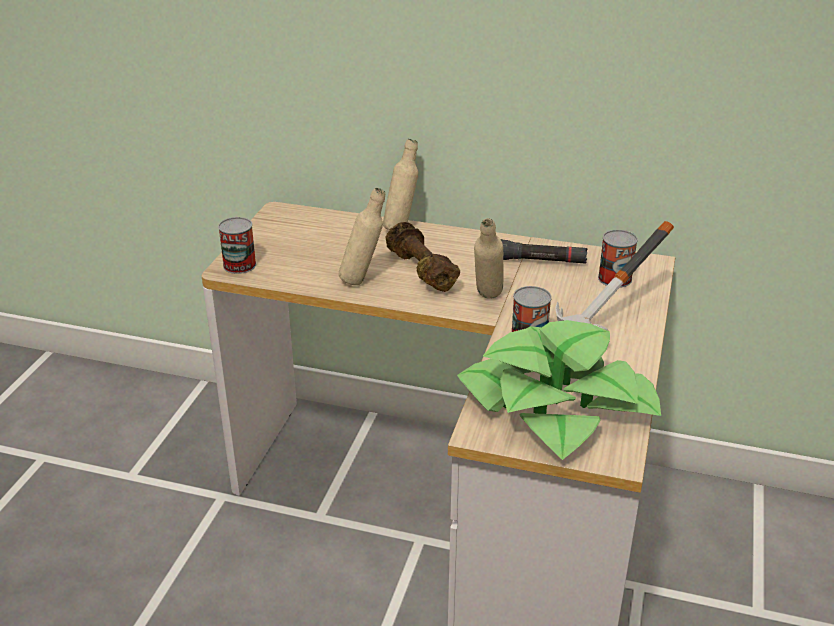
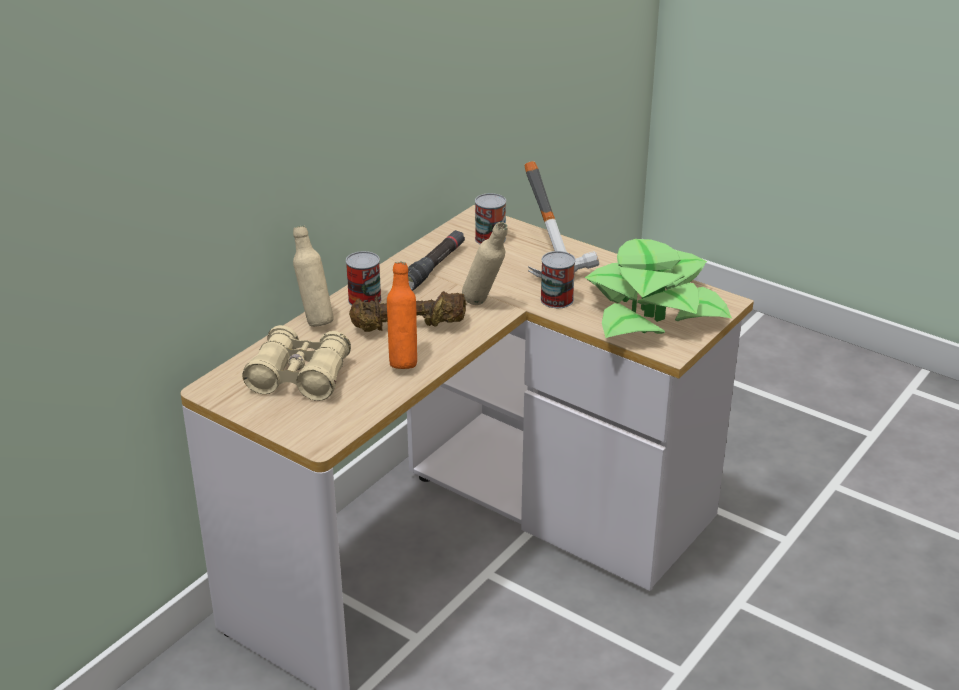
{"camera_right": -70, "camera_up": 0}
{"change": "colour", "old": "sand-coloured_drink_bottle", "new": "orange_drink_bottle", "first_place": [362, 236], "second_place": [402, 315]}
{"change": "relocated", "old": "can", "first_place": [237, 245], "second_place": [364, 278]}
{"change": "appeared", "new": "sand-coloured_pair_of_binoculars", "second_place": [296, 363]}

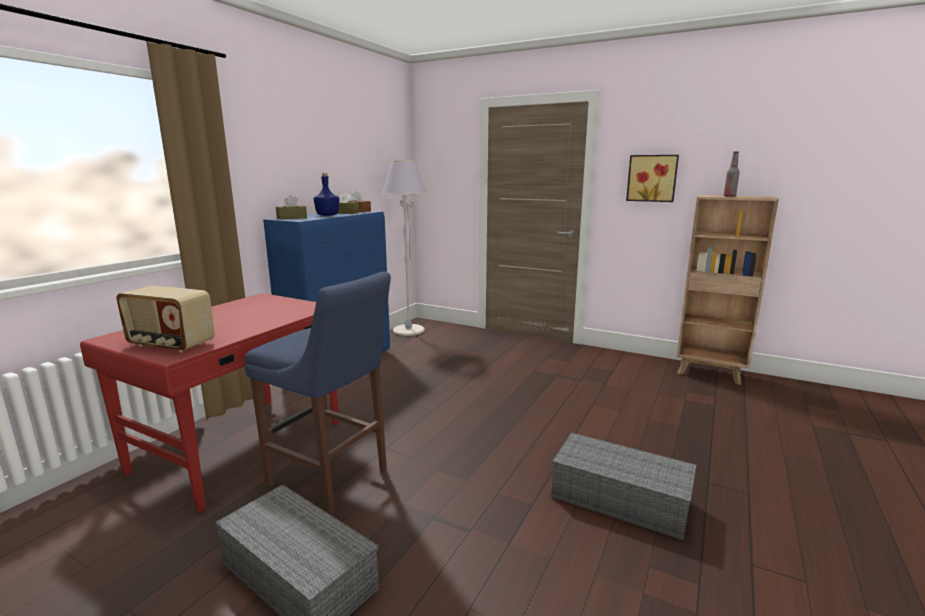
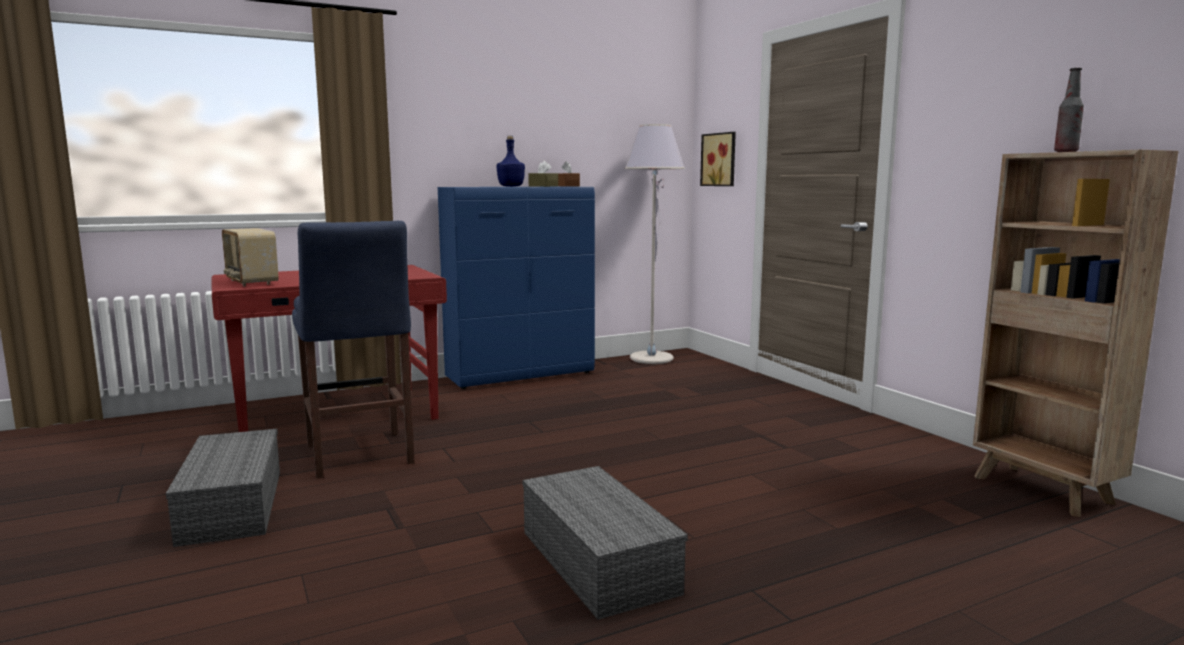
{"camera_right": 35, "camera_up": -5}
{"change": "relocated", "old": "wall_art", "first_place": [652, 178], "second_place": [718, 159]}
{"change": "missing", "old": "brownish_tissue_box", "first_place": [291, 207]}

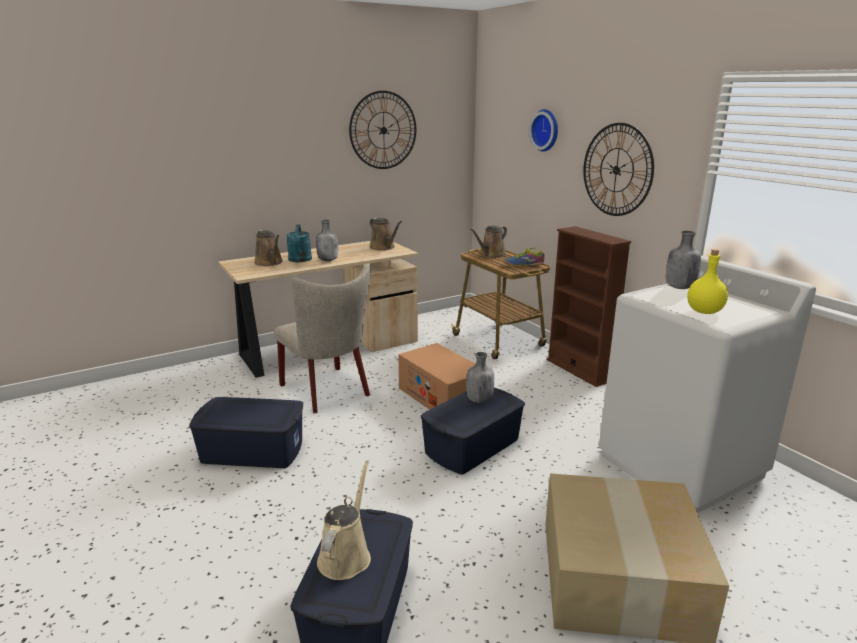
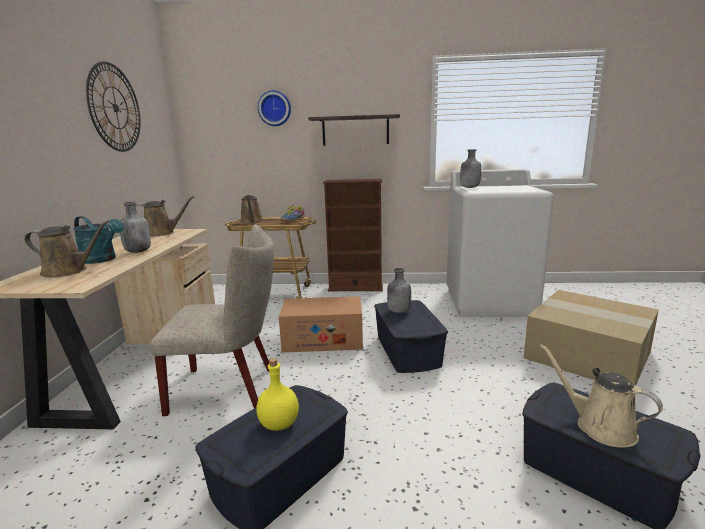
{"camera_right": -55, "camera_up": -5}
{"change": "exchanged", "old": "hanging_clock", "new": "wall_shelf", "first_place": [618, 169], "second_place": [354, 130]}
{"change": "relocated", "old": "yellow_drink_bottle", "first_place": [707, 281], "second_place": [277, 394]}

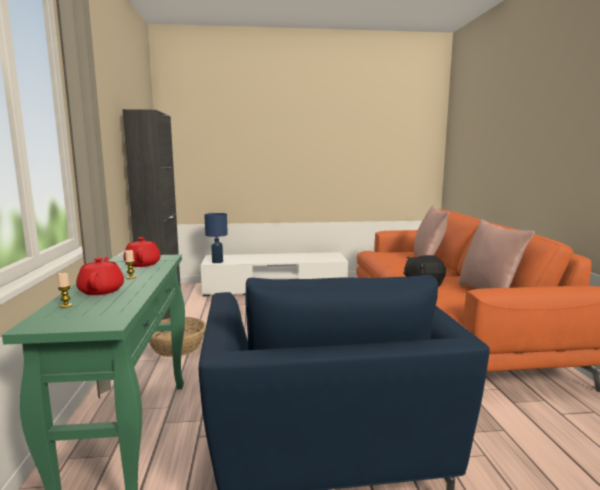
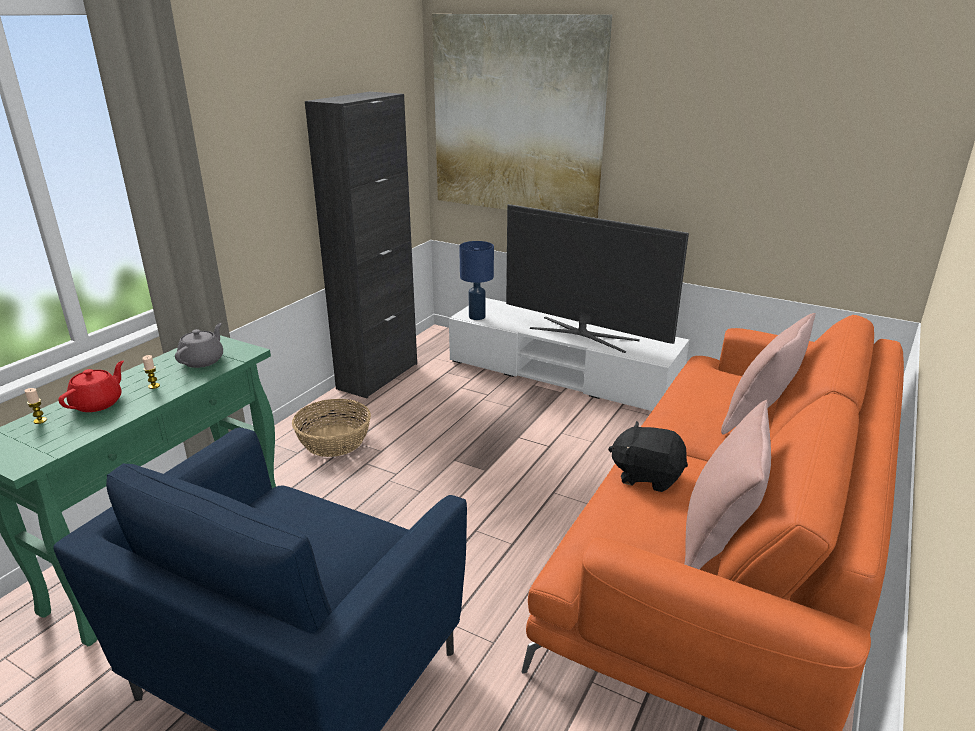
{"camera_right": 35, "camera_up": 15}
{"change": "colour", "old": "red_tea_pot", "new": "greyish_tea_pot", "first_place": [142, 252], "second_place": [199, 345]}
{"change": "appeared", "new": "wall_art", "second_place": [522, 116]}
{"change": "appeared", "new": "TV", "second_place": [597, 278]}

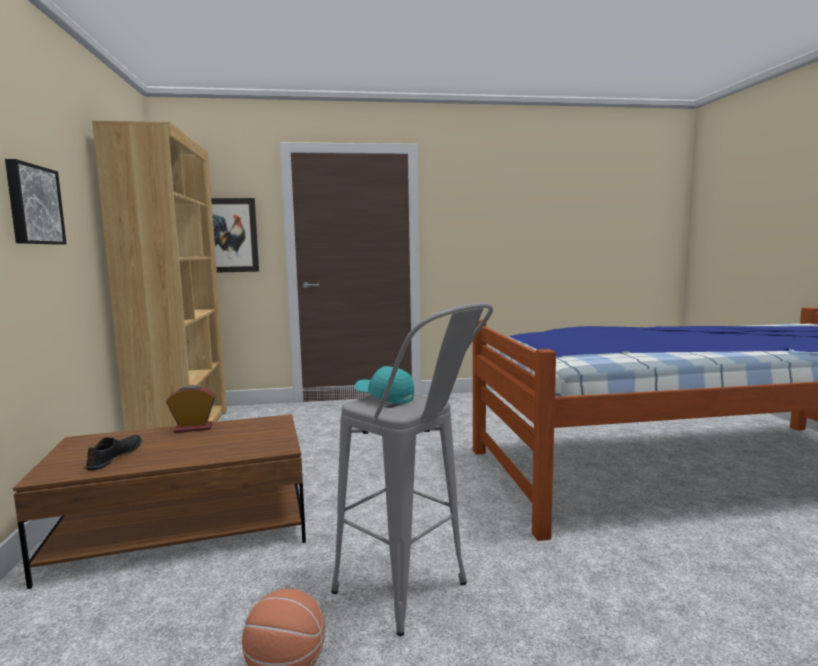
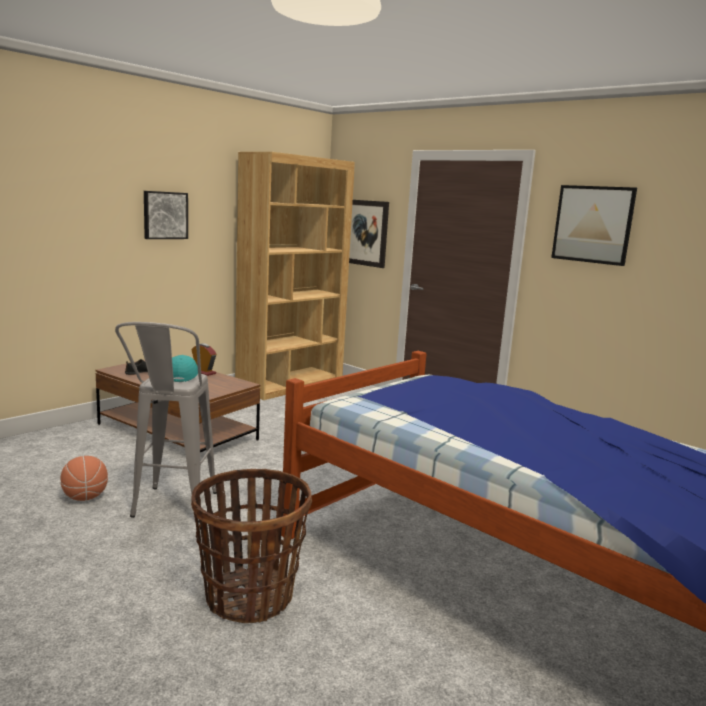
{"camera_right": 50, "camera_up": 5}
{"change": "appeared", "new": "wall_art", "second_place": [594, 225]}
{"change": "appeared", "new": "basket", "second_place": [251, 546]}

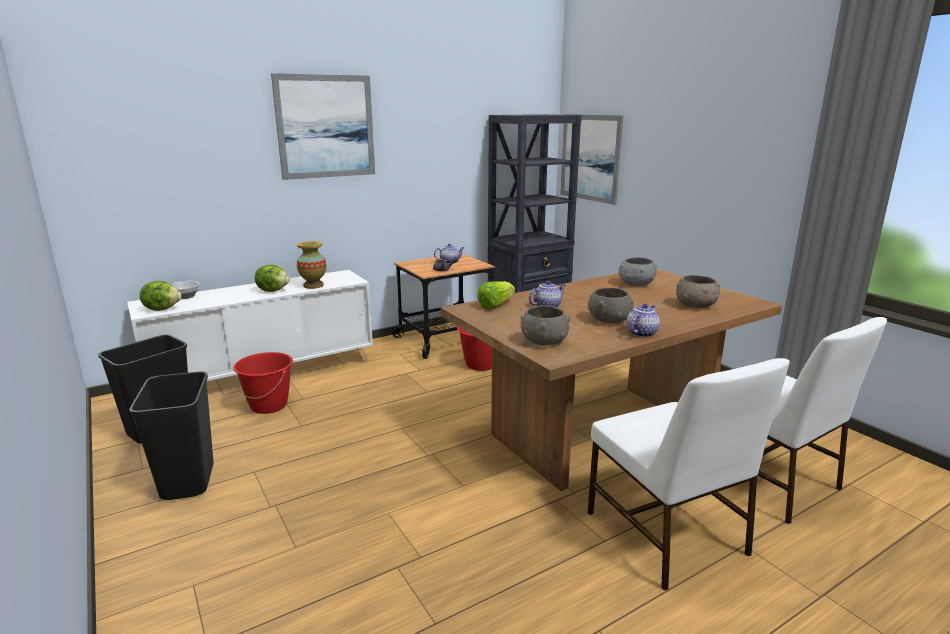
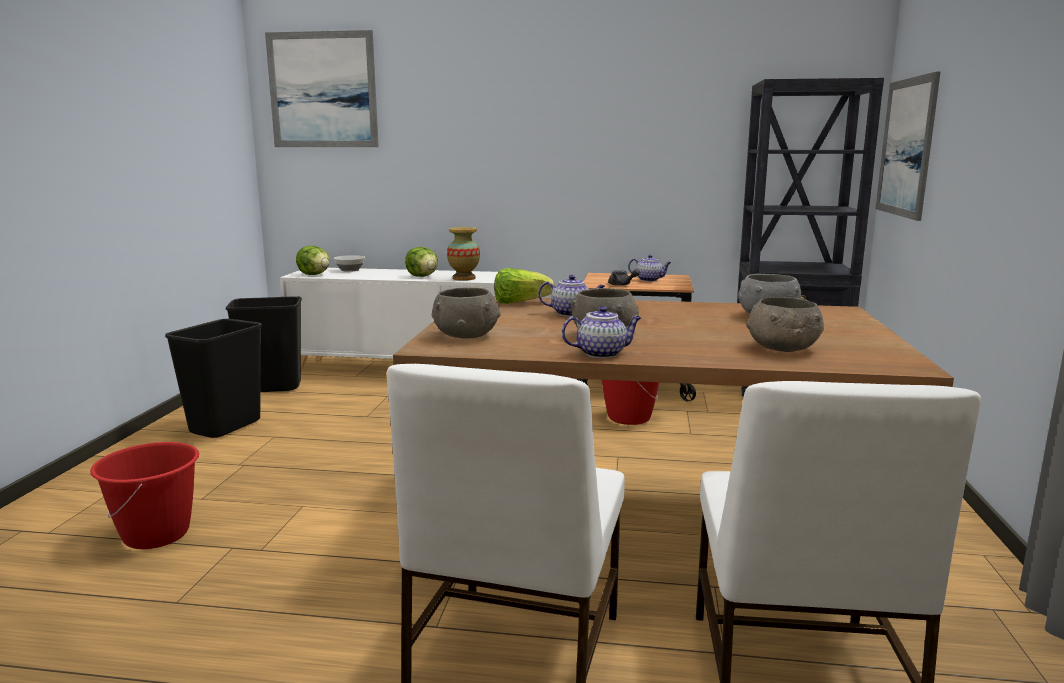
{"camera_right": 40, "camera_up": -5}
{"change": "relocated", "old": "wall_art", "first_place": [323, 126], "second_place": [322, 88]}
{"change": "relocated", "old": "red_bucket", "first_place": [263, 383], "second_place": [144, 495]}

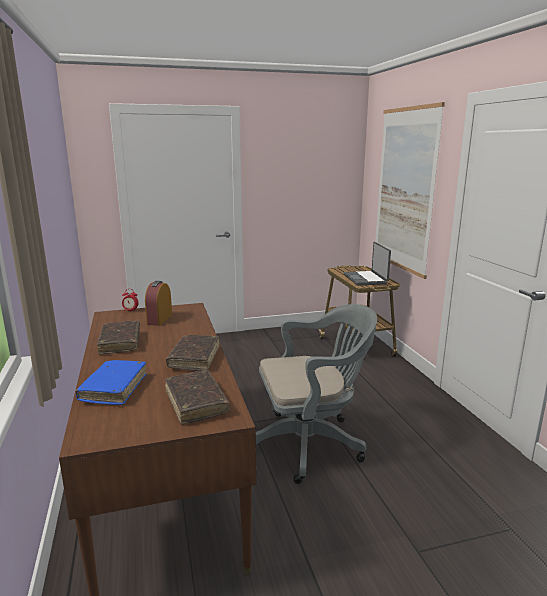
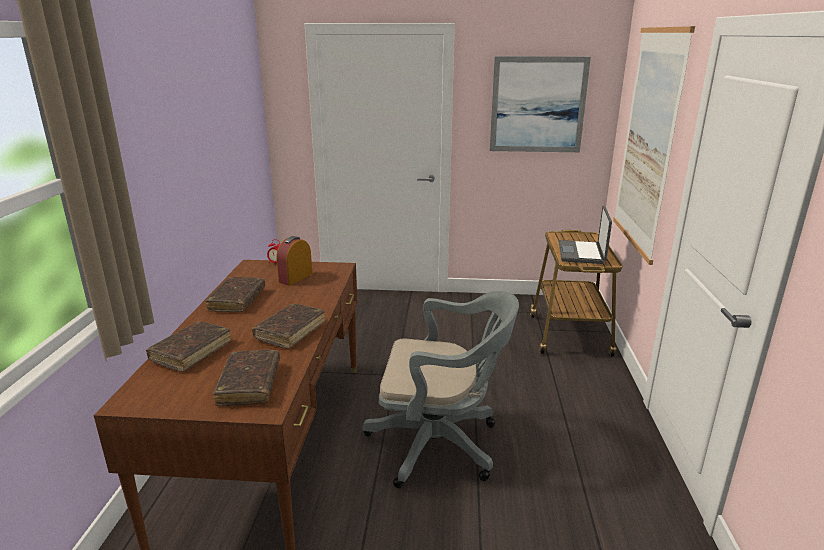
{"camera_right": 20, "camera_up": 5}
{"change": "colour", "old": "blue_book", "new": "brownish_book", "first_place": [111, 382], "second_place": [188, 347]}
{"change": "appeared", "new": "wall_art", "second_place": [540, 104]}

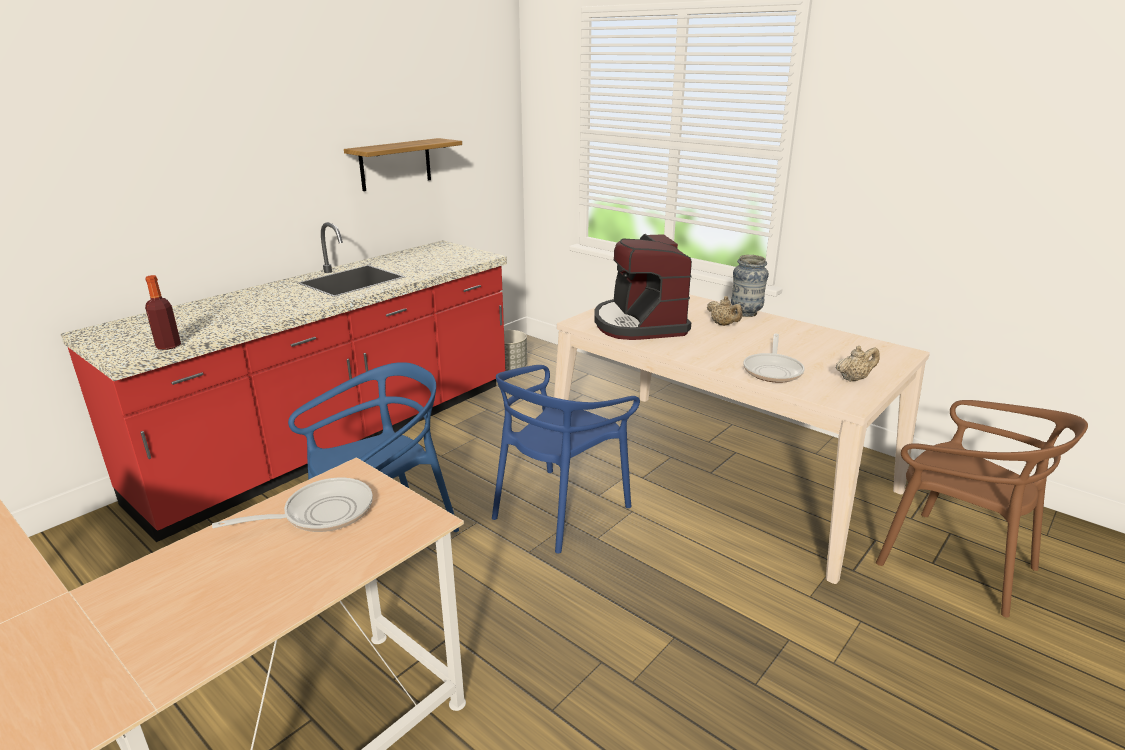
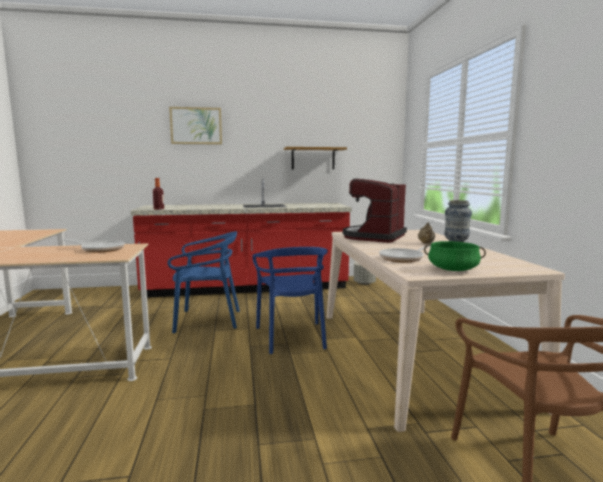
{"camera_right": 40, "camera_up": -15}
{"change": "exchanged", "old": "sand-coloured_tea_pot", "new": "green_saucepot", "first_place": [858, 364], "second_place": [455, 256]}
{"change": "spun", "old": "blue_plain_chair", "first_place": [566, 459], "second_place": [290, 300], "degrees": -90}
{"change": "appeared", "new": "wall_art", "second_place": [195, 126]}

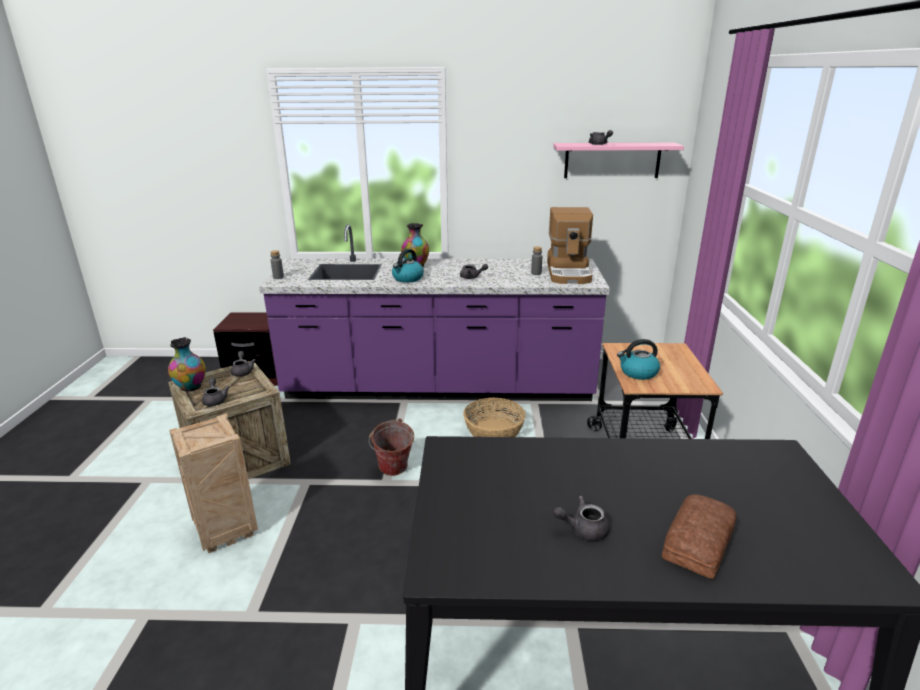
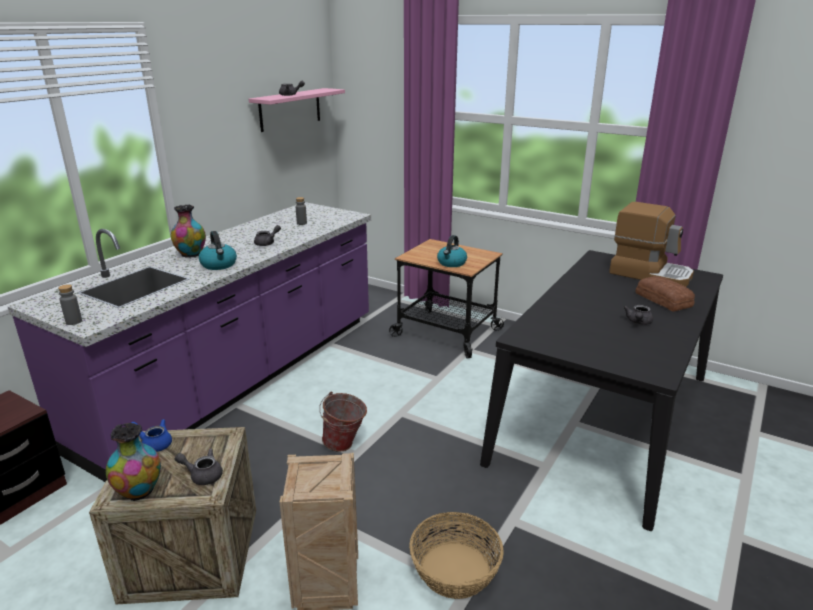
{"camera_right": -60, "camera_up": 0}
{"change": "relocated", "old": "coffee_maker", "first_place": [570, 245], "second_place": [651, 244]}
{"change": "colour", "old": "greyish_tea_pot", "new": "blue_tea_pot", "first_place": [243, 364], "second_place": [151, 435]}
{"change": "relocated", "old": "basket", "first_place": [494, 417], "second_place": [456, 555]}

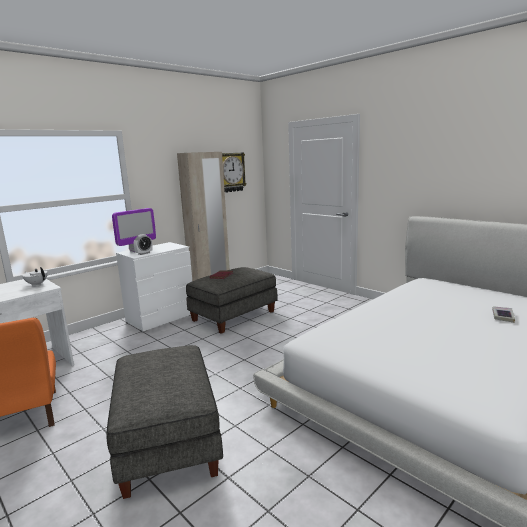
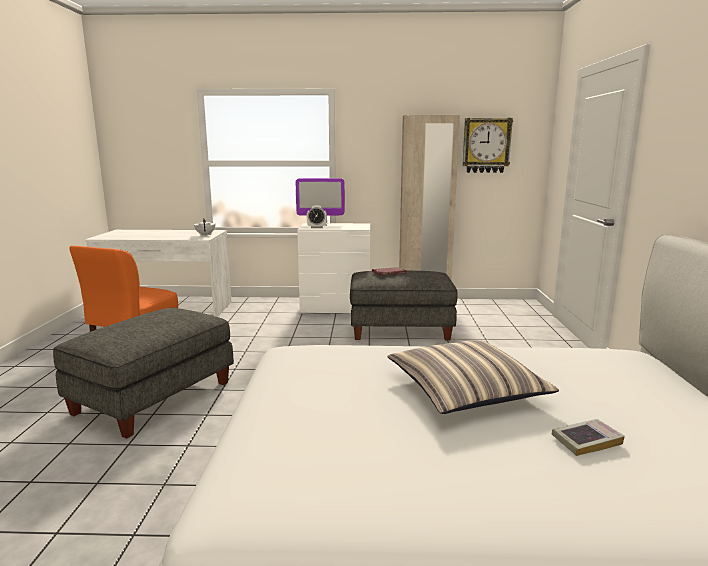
{"camera_right": 45, "camera_up": 0}
{"change": "appeared", "new": "pillow", "second_place": [473, 377]}

